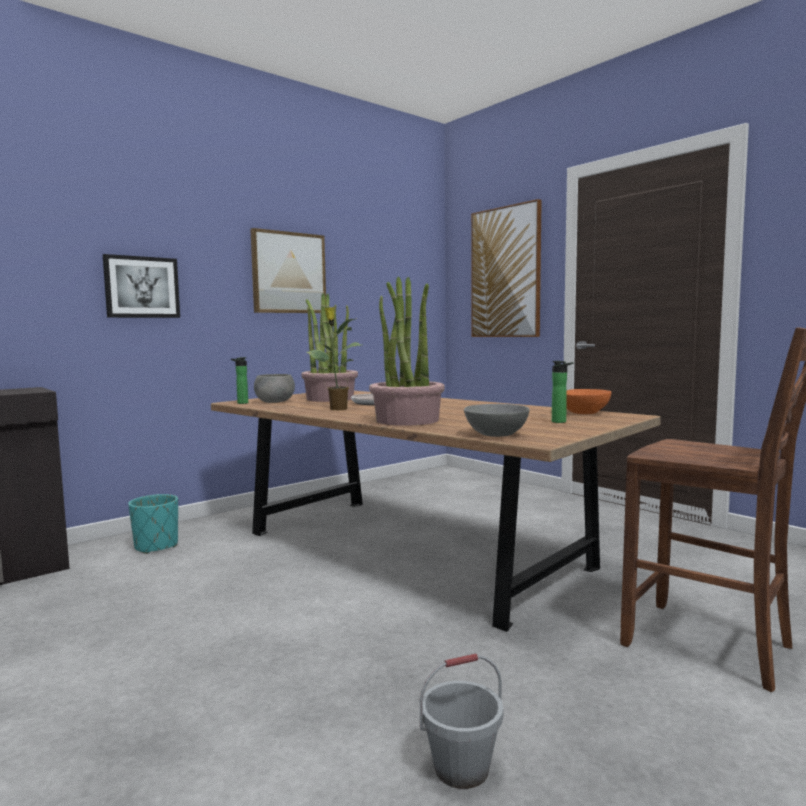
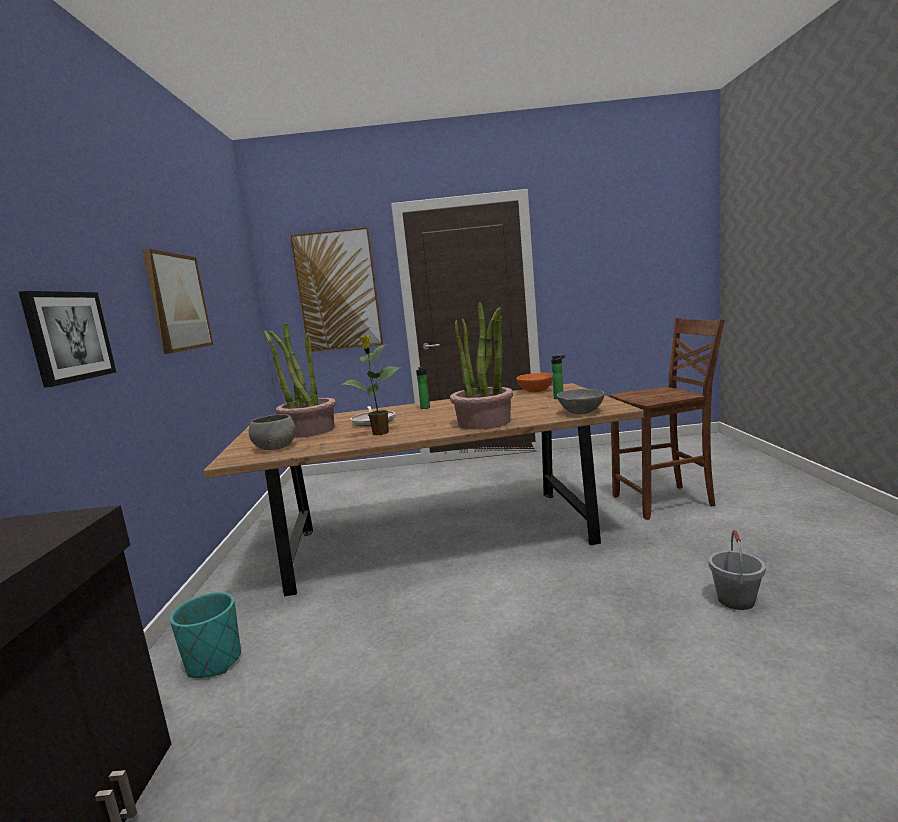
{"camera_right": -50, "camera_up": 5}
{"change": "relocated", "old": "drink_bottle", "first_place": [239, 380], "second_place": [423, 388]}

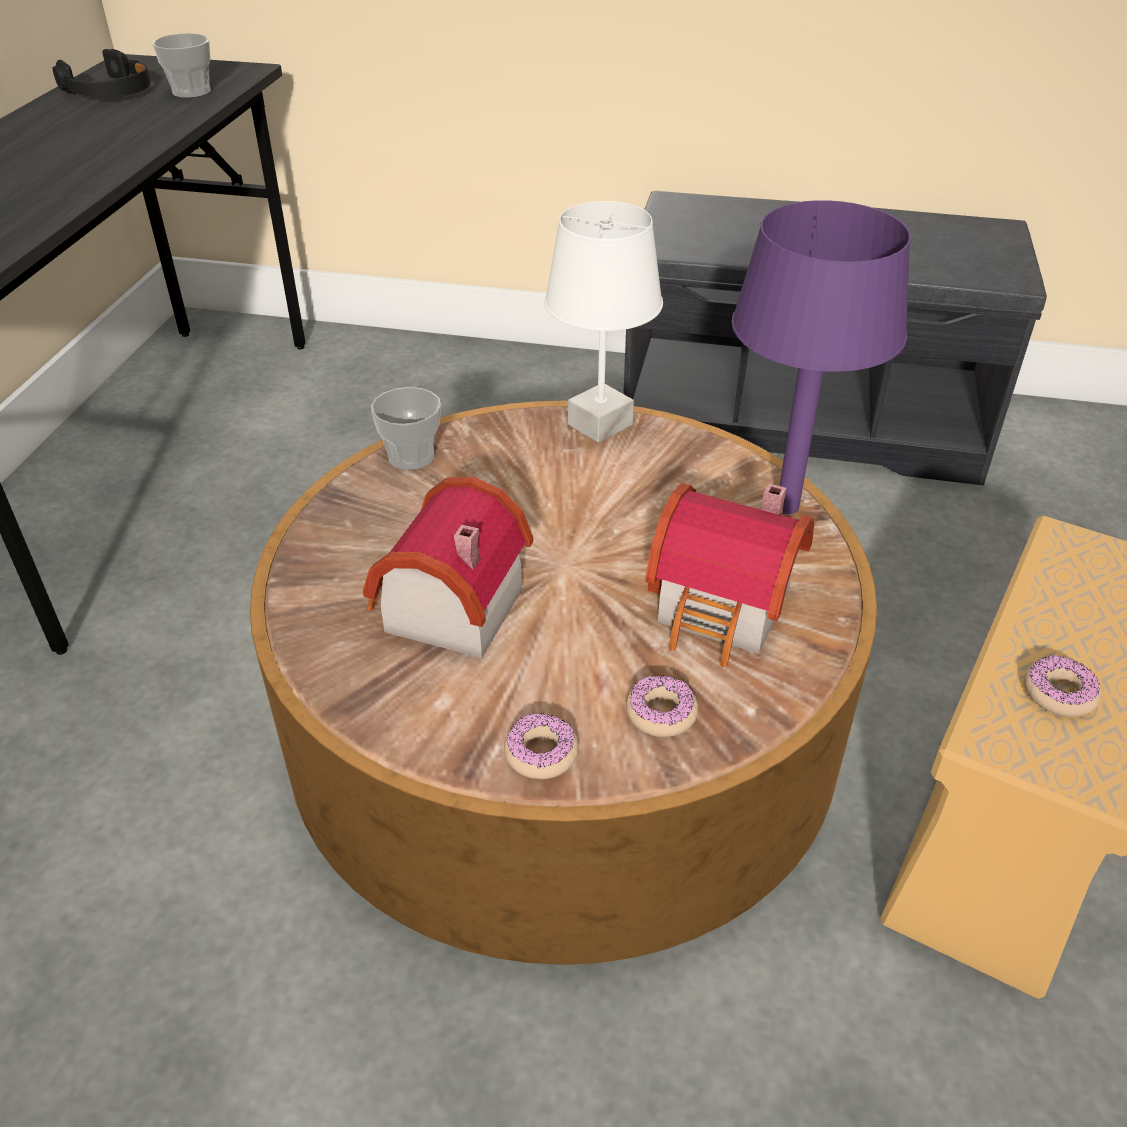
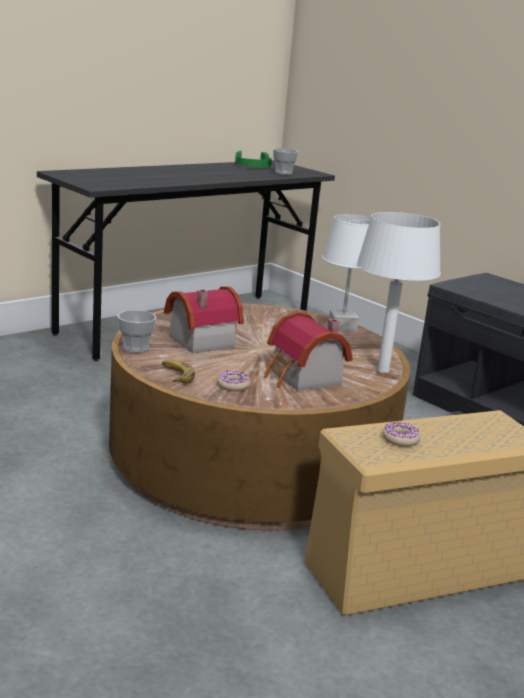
{"camera_right": 35, "camera_up": -20}
{"change": "colour", "old": "black-coloured_pair_of_headphones", "new": "green_pair_of_headphones", "first_place": [102, 73], "second_place": [253, 159]}
{"change": "colour", "old": "purple_tabletop_lamp", "new": "whitish_tabletop_lamp", "first_place": [821, 357], "second_place": [399, 292]}
{"change": "relocated", "old": "cup", "first_place": [406, 428], "second_place": [136, 331]}
{"change": "exchanged", "old": "doughnut", "new": "banana_fruit", "first_place": [541, 746], "second_place": [178, 372]}

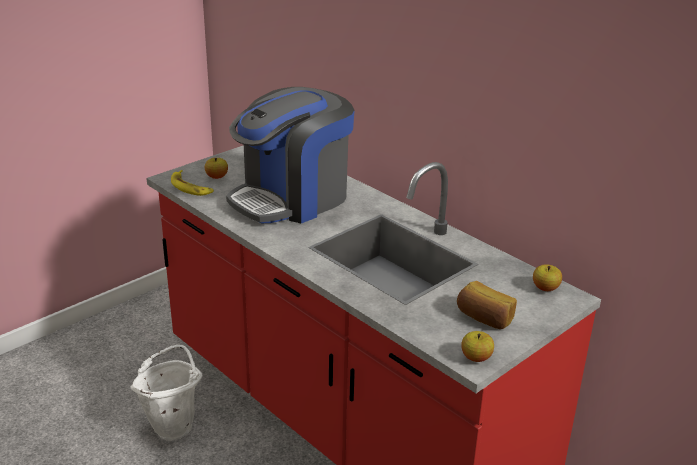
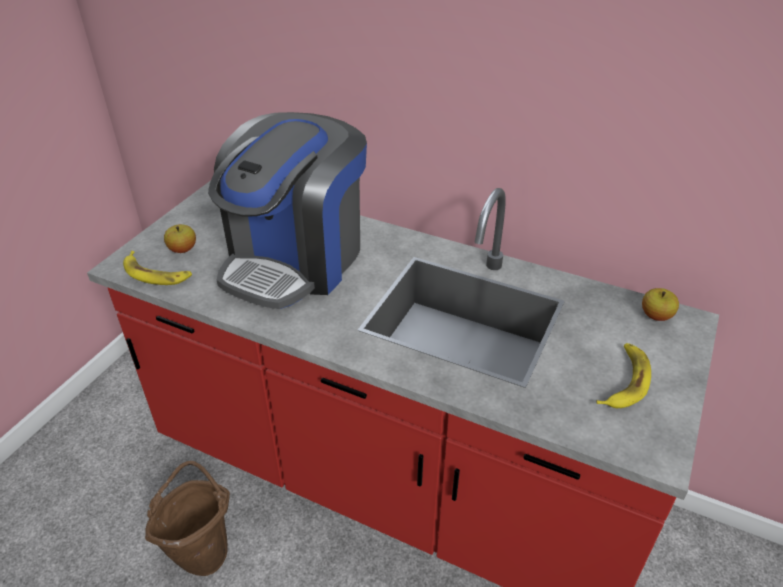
{"camera_right": -20, "camera_up": 10}
{"change": "exchanged", "old": "baked_bread", "new": "banana_fruit", "first_place": [487, 305], "second_place": [623, 375]}
{"change": "missing", "old": "whole_apple", "first_place": [477, 346]}
{"change": "colour", "old": "whitish_bucket", "new": "brownish_bucket", "first_place": [166, 393], "second_place": [187, 518]}

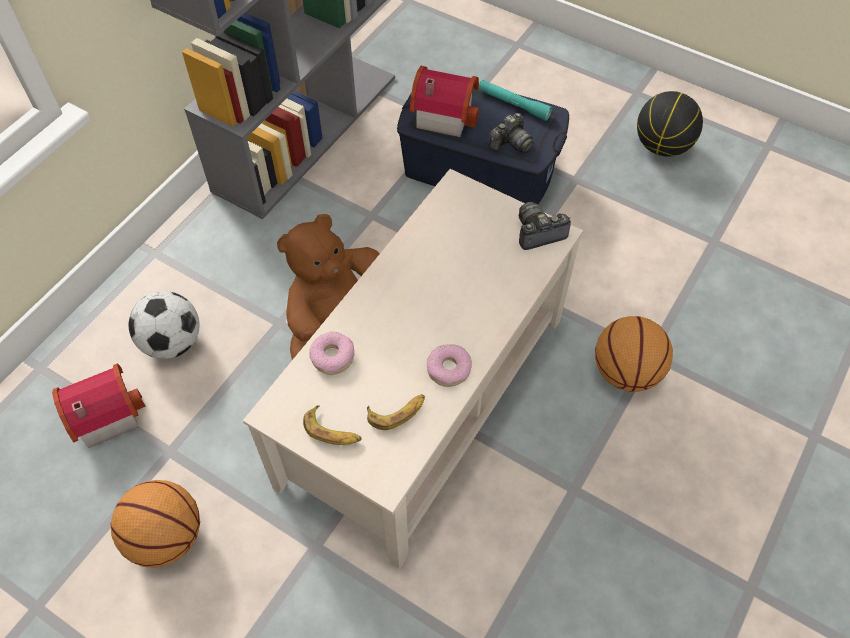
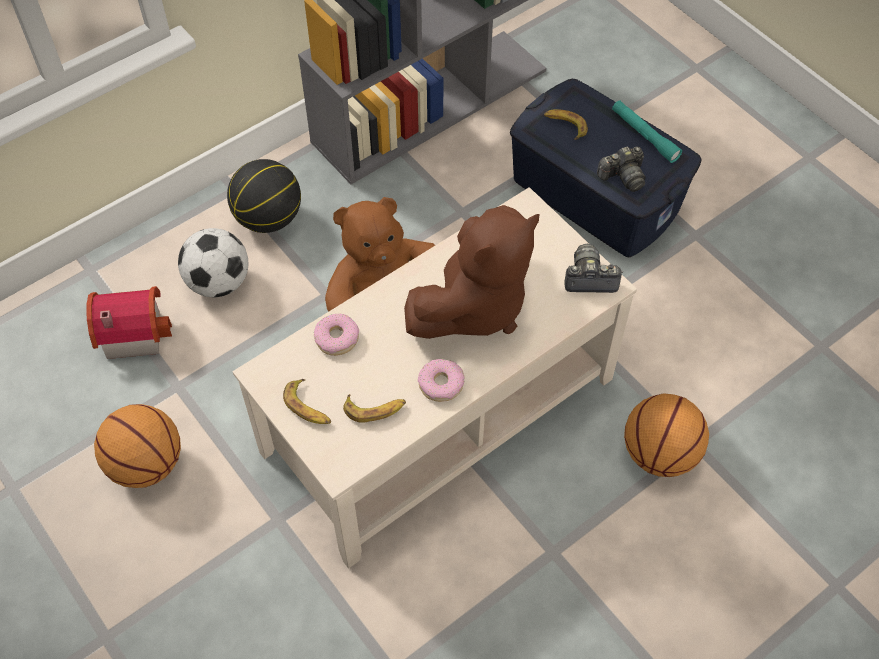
{"camera_right": 20, "camera_up": 0}
{"change": "exchanged", "old": "model_house", "new": "banana_fruit", "first_place": [444, 101], "second_place": [566, 124]}
{"change": "relocated", "old": "basketball_ball", "first_place": [670, 124], "second_place": [264, 196]}
{"change": "appeared", "new": "brownish_cuddly_toy", "second_place": [471, 272]}

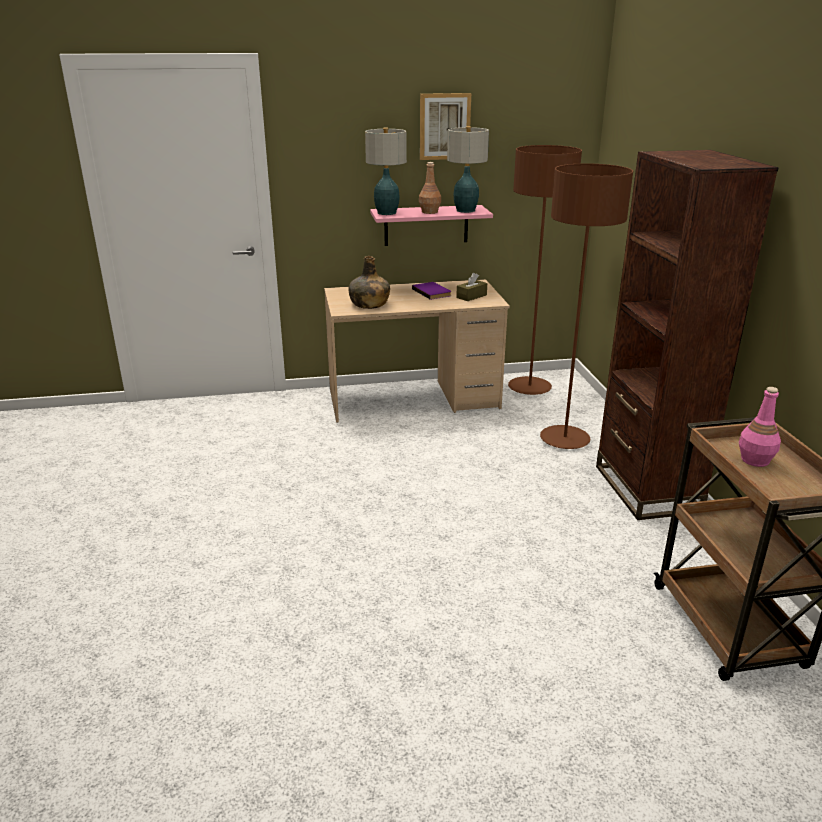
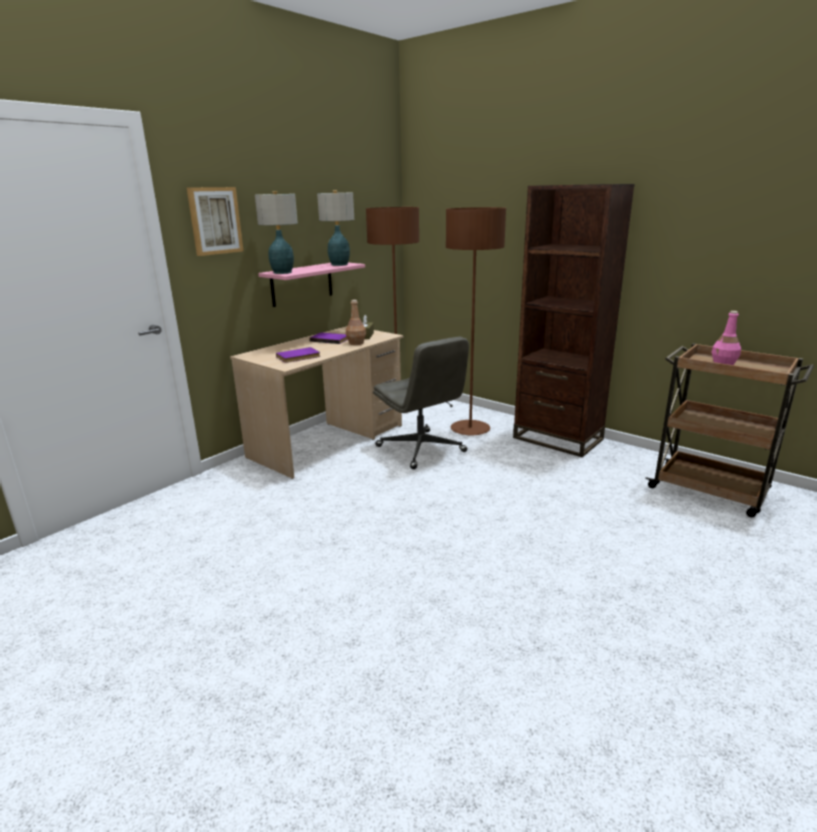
{"camera_right": -40, "camera_up": -5}
{"change": "relocated", "old": "wall_art", "first_place": [445, 126], "second_place": [215, 221]}
{"change": "relocated", "old": "brownish_drink_bottle", "first_place": [430, 188], "second_place": [356, 322]}
{"change": "exchanged", "old": "green_drink_bottle", "new": "purple_book", "first_place": [369, 282], "second_place": [298, 355]}
{"change": "appeared", "new": "greyish_desk_chair", "second_place": [421, 403]}

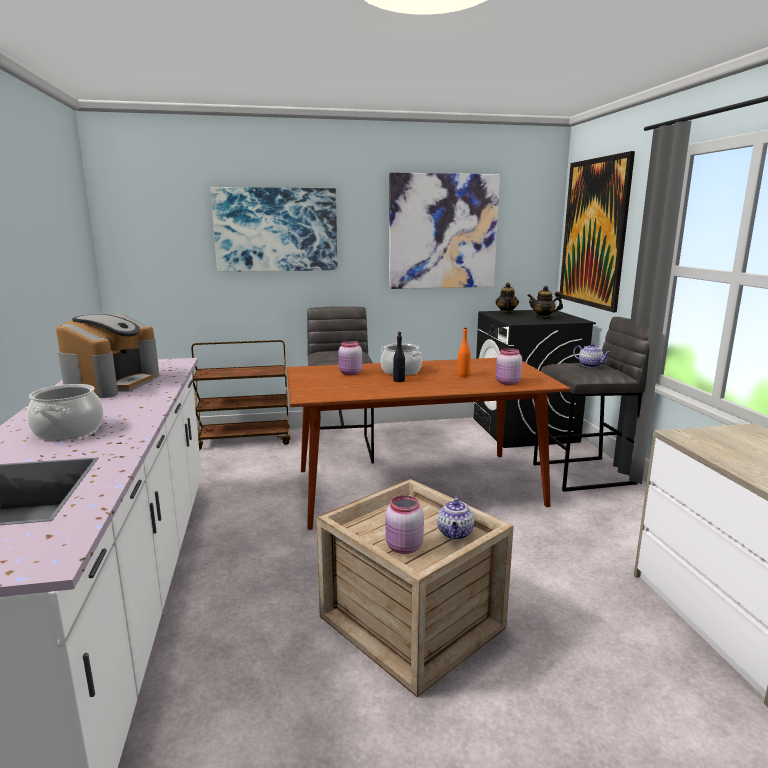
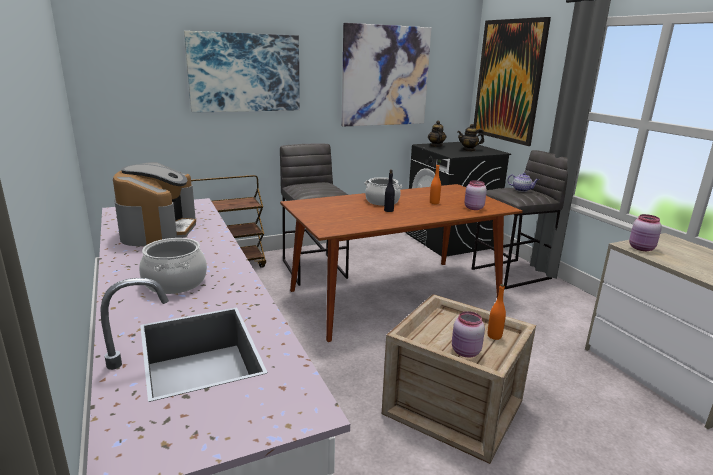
{"camera_right": -15, "camera_up": 5}
{"change": "relocated", "old": "pink-coloured_jar", "first_place": [350, 358], "second_place": [645, 232]}
{"change": "exchanged", "old": "tea_pot", "new": "orange_drink_bottle", "first_place": [456, 518], "second_place": [497, 312]}

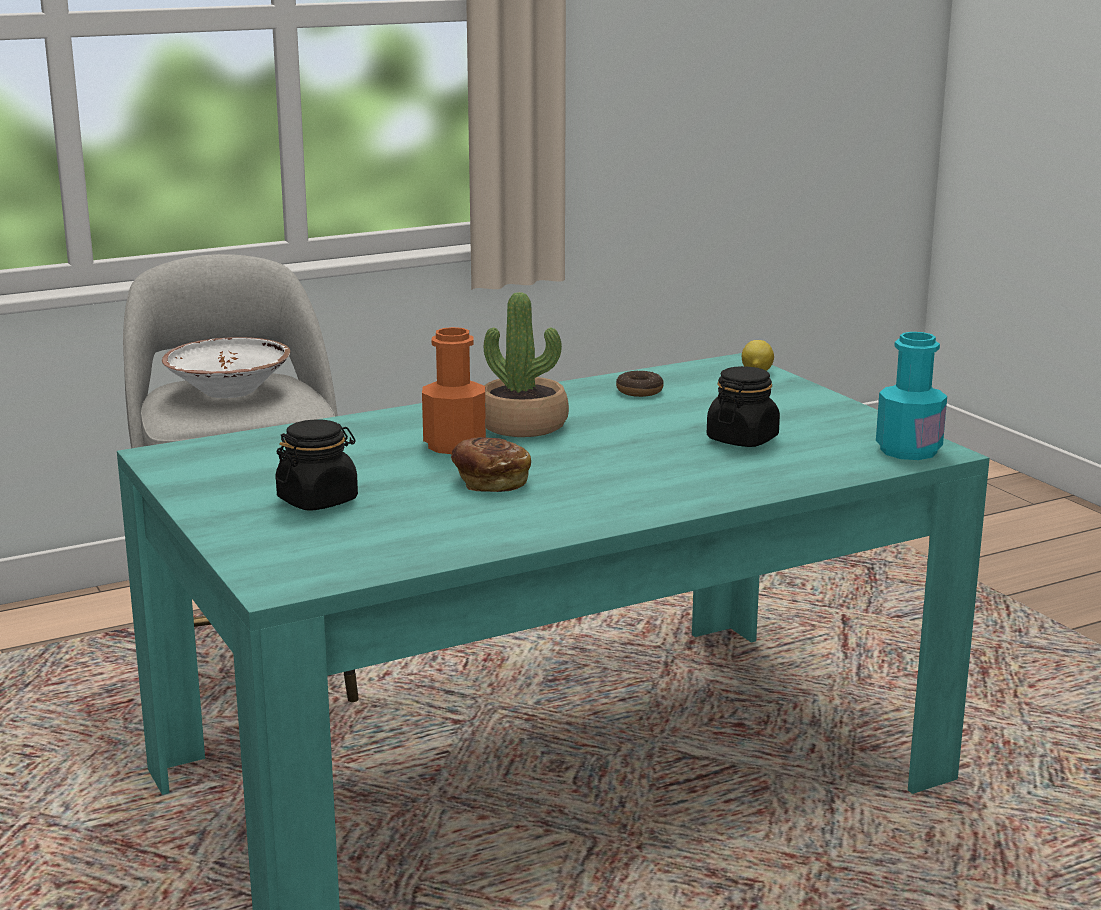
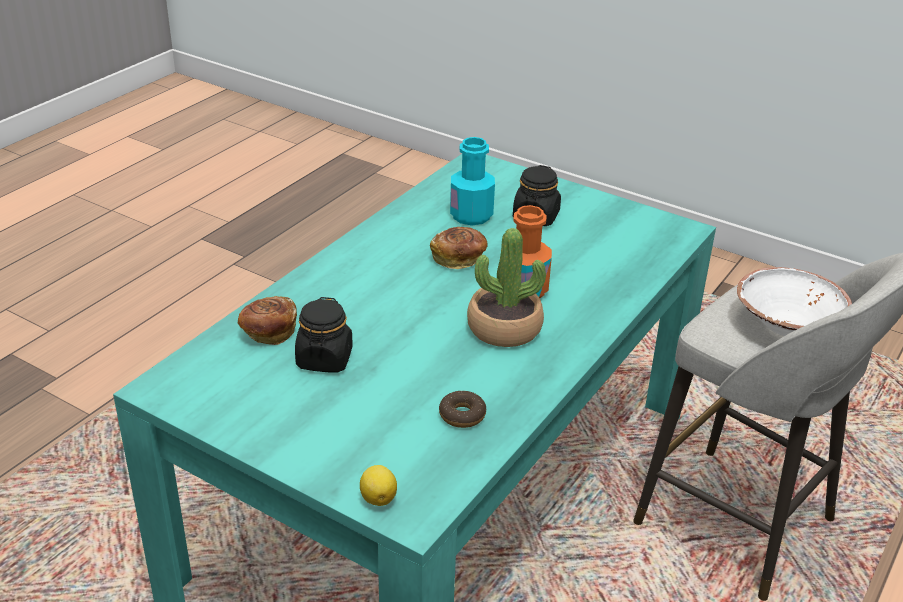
{"camera_right": 150, "camera_up": 15}
{"change": "relocated", "old": "blue-green_drink_bottle", "first_place": [911, 396], "second_place": [472, 181]}
{"change": "appeared", "new": "baked_bread", "second_place": [267, 320]}

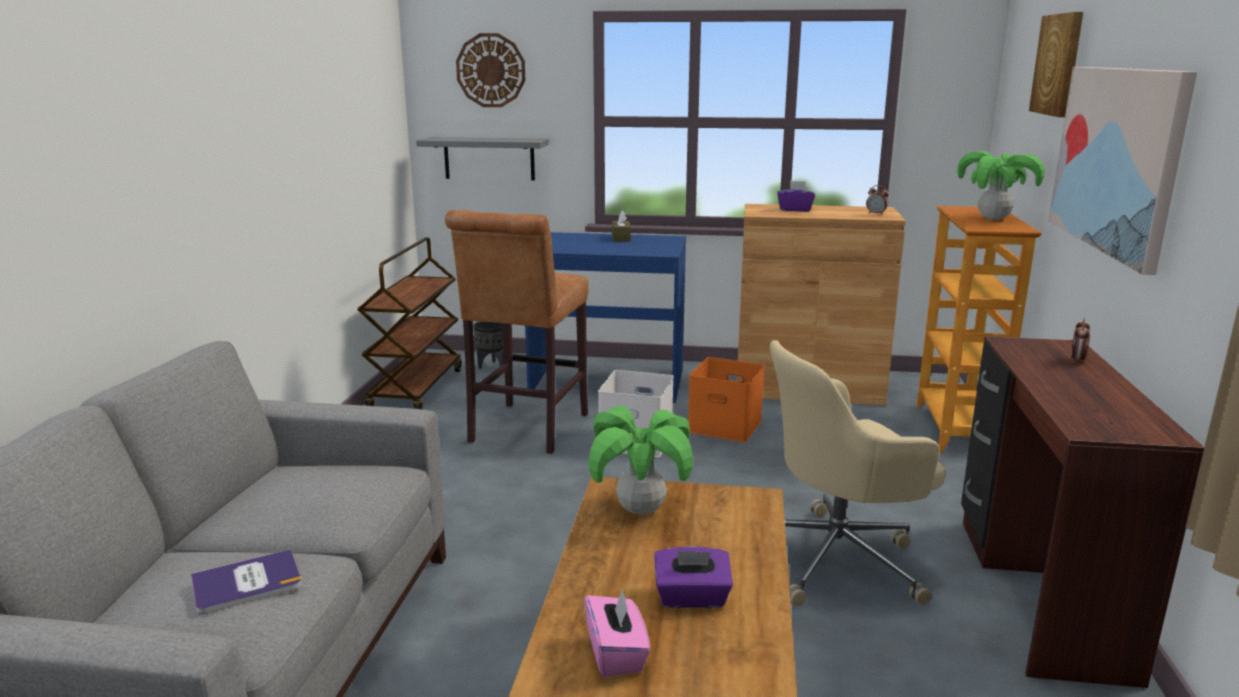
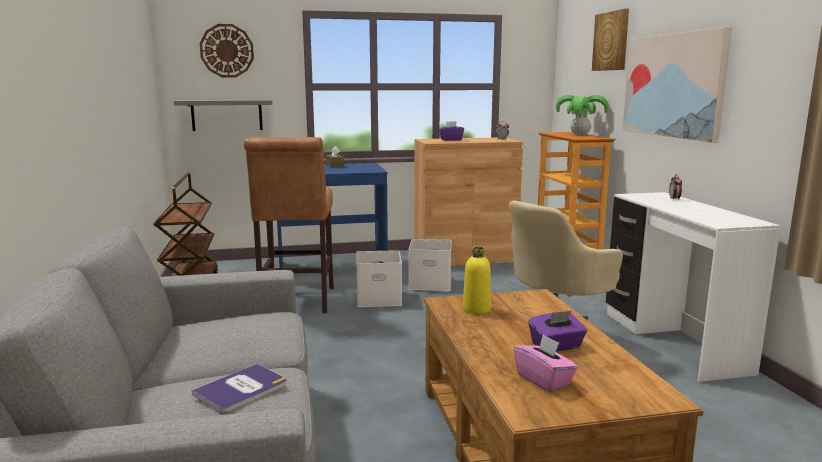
{"camera_right": -20, "camera_up": -5}
{"change": "missing", "old": "black-coloured_planter", "first_place": [488, 345]}
{"change": "colour", "old": "brownish_desk_unit", "new": "whitish_desk_unit", "first_place": [1082, 512], "second_place": [693, 287]}
{"change": "colour", "old": "orange_storage_bin", "new": "whitish_storage_bin", "first_place": [726, 399], "second_place": [430, 265]}
{"change": "exchanged", "old": "plant_in_a_pot", "new": "yellow_drink_bottle", "first_place": [641, 460], "second_place": [477, 280]}

